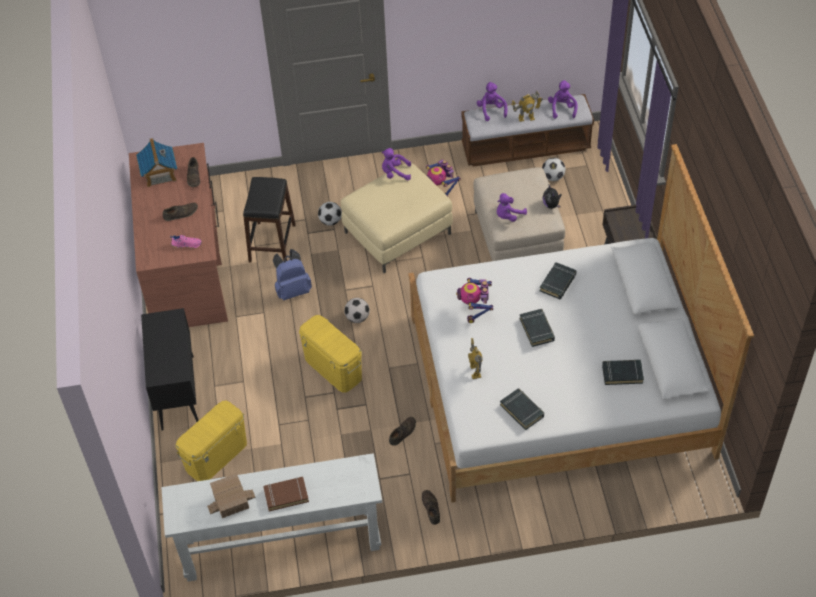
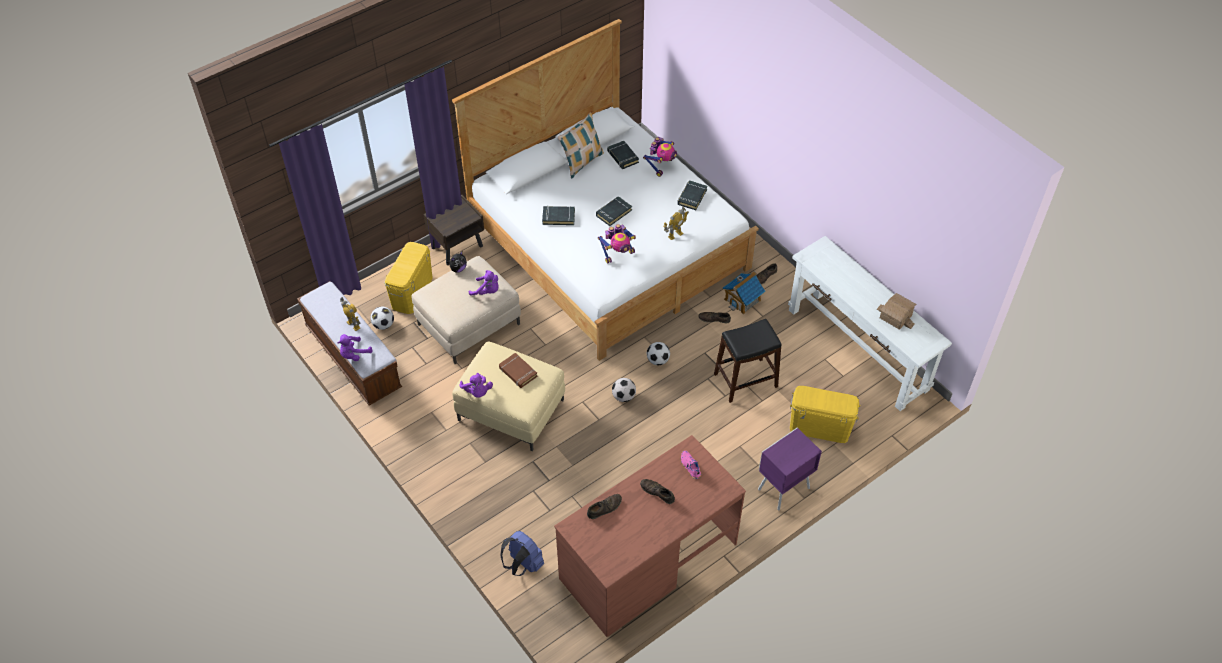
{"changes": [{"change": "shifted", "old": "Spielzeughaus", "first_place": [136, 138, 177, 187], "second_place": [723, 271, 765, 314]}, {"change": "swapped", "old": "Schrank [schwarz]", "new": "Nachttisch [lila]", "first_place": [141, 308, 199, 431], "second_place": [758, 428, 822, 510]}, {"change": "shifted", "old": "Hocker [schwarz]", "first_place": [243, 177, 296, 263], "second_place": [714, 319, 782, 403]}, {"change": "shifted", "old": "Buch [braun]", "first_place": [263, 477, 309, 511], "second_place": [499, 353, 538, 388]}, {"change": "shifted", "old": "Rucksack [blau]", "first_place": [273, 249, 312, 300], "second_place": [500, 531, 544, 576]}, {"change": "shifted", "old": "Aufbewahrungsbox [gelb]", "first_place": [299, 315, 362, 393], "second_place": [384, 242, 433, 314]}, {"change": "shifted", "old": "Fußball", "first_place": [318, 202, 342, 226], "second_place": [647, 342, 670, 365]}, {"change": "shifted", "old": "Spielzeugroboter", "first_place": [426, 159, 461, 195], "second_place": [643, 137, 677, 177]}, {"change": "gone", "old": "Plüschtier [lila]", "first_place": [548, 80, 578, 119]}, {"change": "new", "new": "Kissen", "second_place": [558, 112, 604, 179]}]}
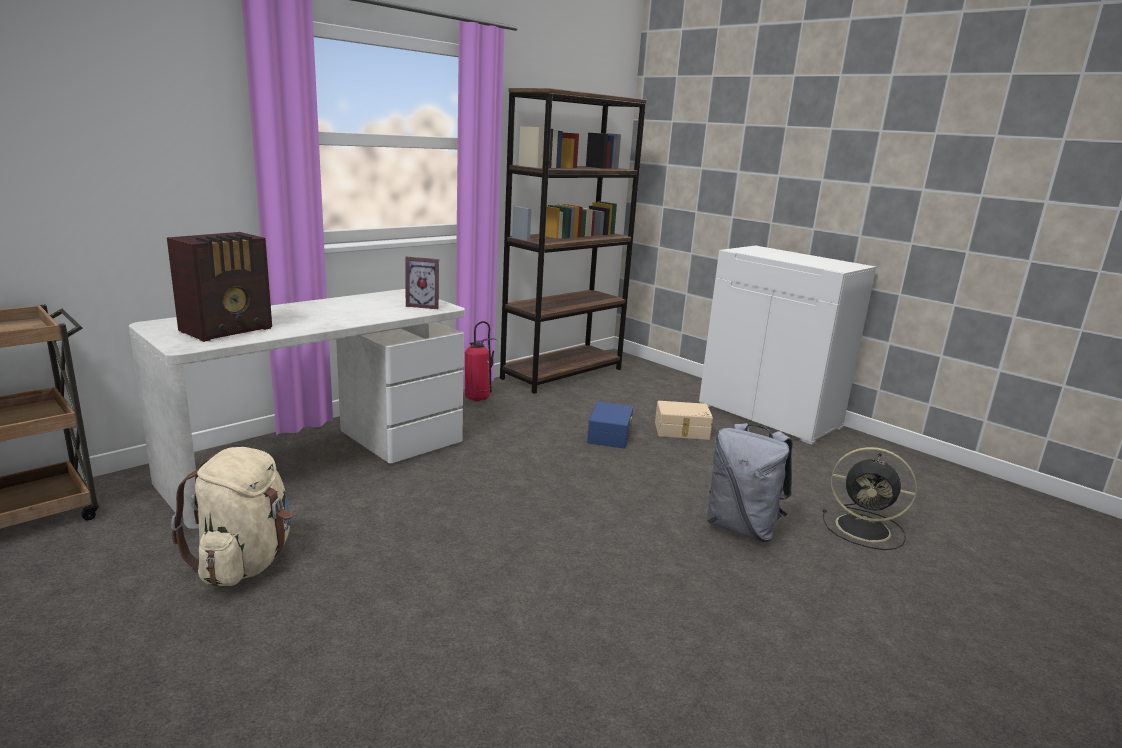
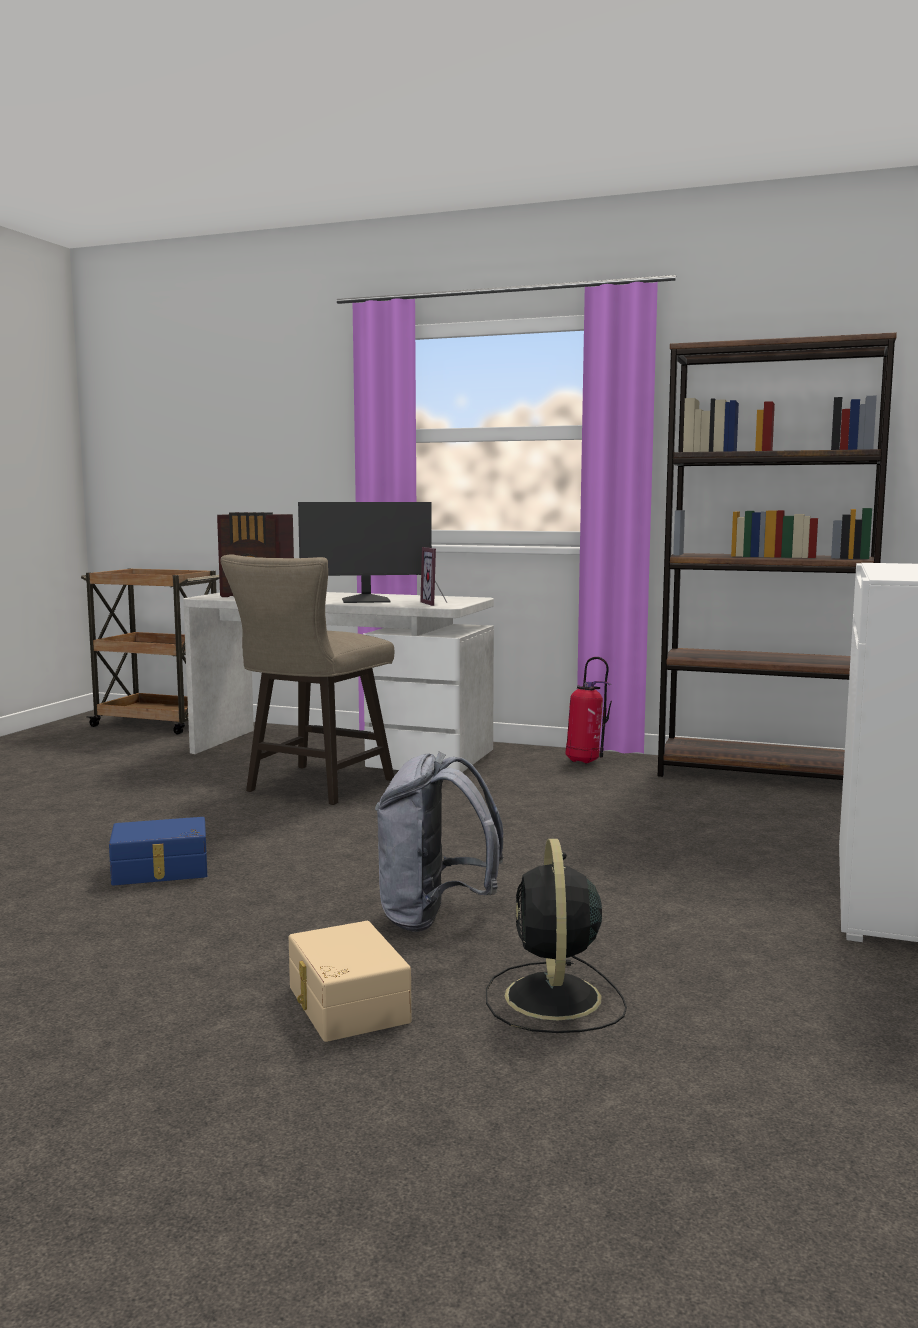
{"changes": [{"change": "gone", "old": "Rucksack [beige]", "first_place": [171, 447, 292, 587]}, {"change": "shifted", "old": "Aufbewahrungsbox [blau]", "first_place": [587, 402, 633, 449], "second_place": [109, 817, 207, 886]}, {"change": "shifted", "old": "Aufbewahrungsbox [beige]", "first_place": [655, 401, 713, 440], "second_place": [289, 921, 411, 1042]}, {"change": "new", "new": "Hocker [beige]", "second_place": [221, 554, 394, 805]}, {"change": "new", "new": "Monitor", "second_place": [298, 502, 432, 603]}]}
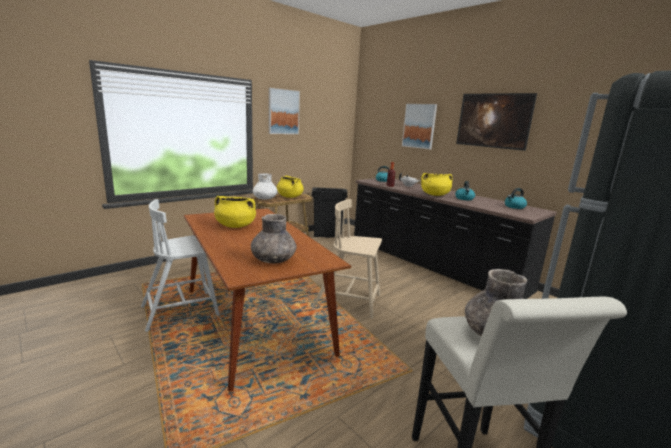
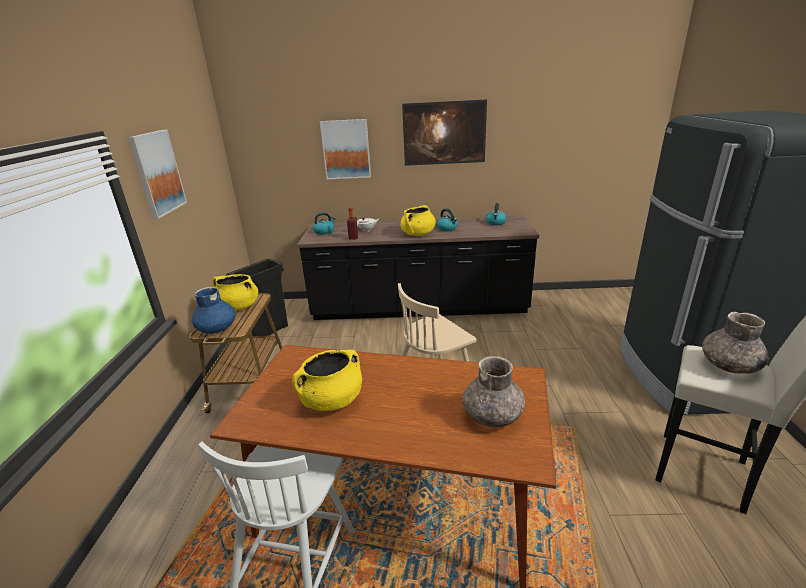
{"changes": [{"change": "repainted", "old": "Vase [weiß]", "new": "Vase [blau]", "first_place": [253, 173, 277, 200], "second_place": [192, 287, 236, 334]}]}
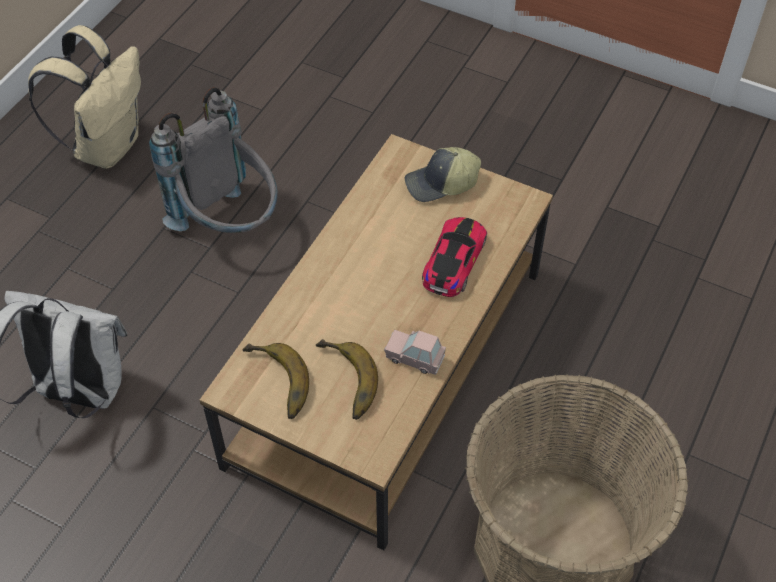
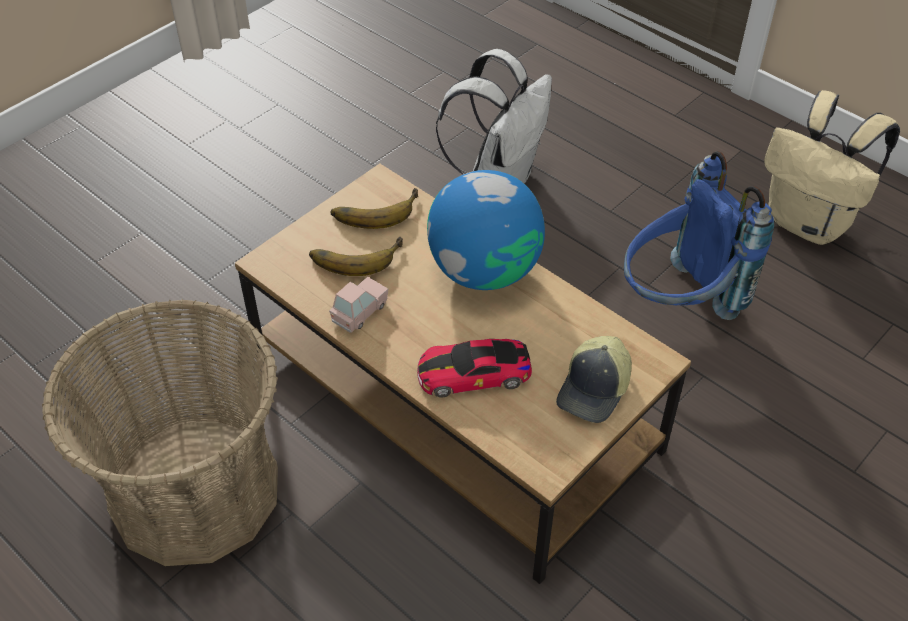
{"changes": [{"change": "repainted", "old": "Rucksack [grau]", "new": "Rucksack [blau]", "first_place": [149, 87, 278, 233], "second_place": [624, 151, 774, 320]}, {"change": "rotated", "old": "Kappe", "first_place": [405, 147, 481, 202], "second_place": [556, 336, 632, 423], "degrees": -150}, {"change": "rotated", "old": "Spielzeugauto", "first_place": [422, 217, 487, 297], "second_place": [417, 339, 532, 398], "degrees": 135}, {"change": "new", "new": "Globus", "second_place": [427, 170, 545, 290]}]}
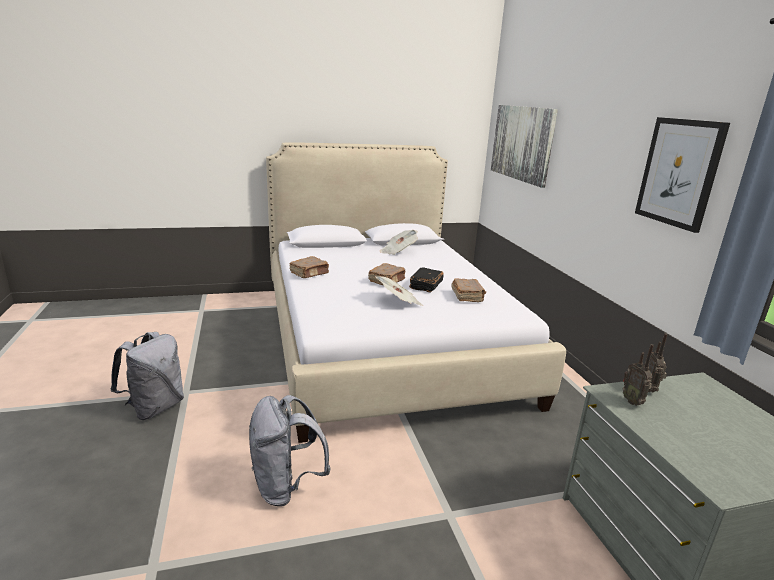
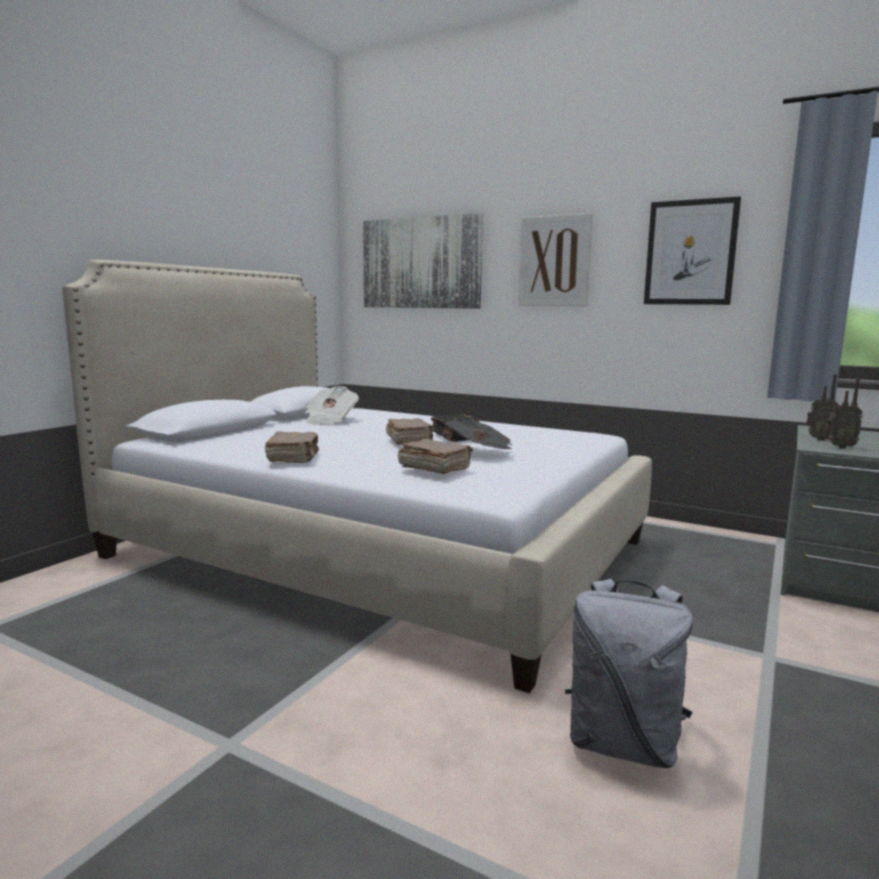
{"changes": [{"change": "gone", "old": "Rucksack [grau]", "first_place": [110, 332, 184, 420]}, {"change": "shifted", "old": "Buch [braun]", "first_place": [451, 278, 486, 302], "second_place": [398, 439, 473, 474]}, {"change": "new", "new": "Bild", "second_place": [518, 213, 593, 306]}]}
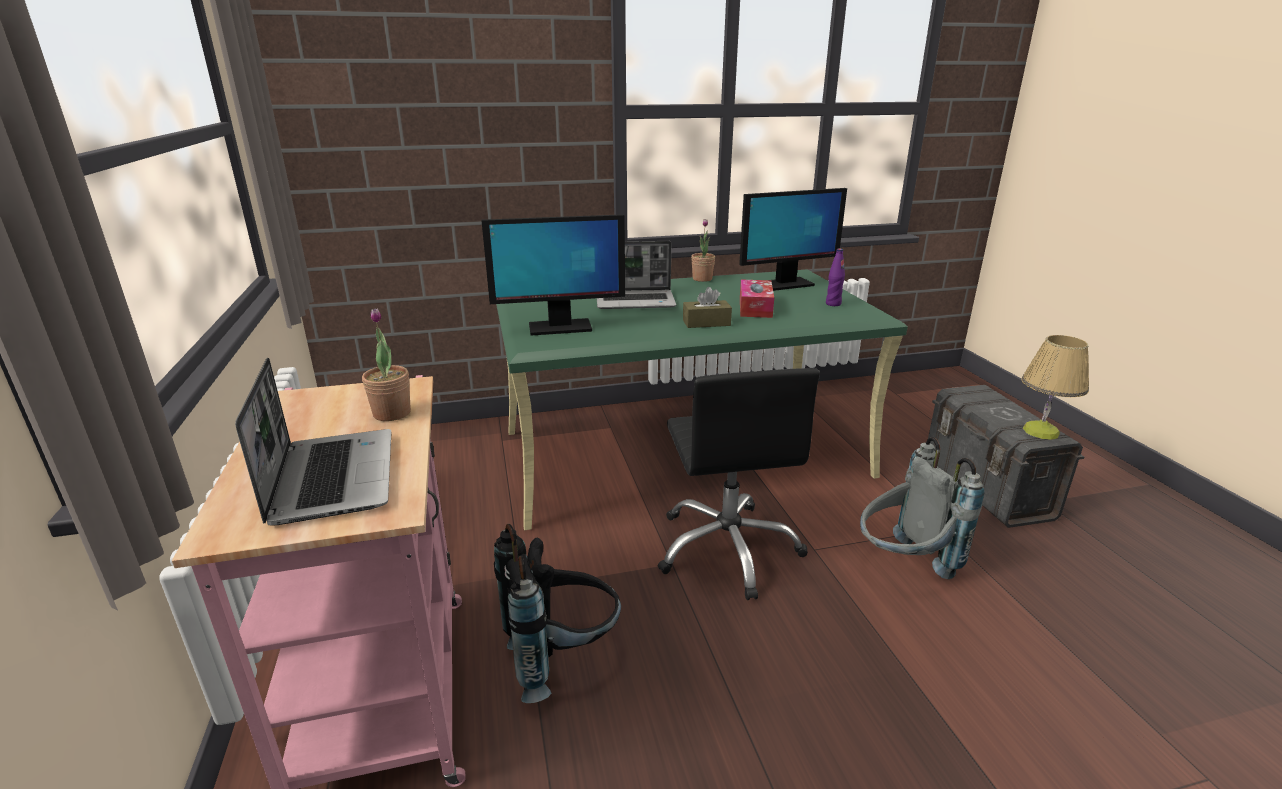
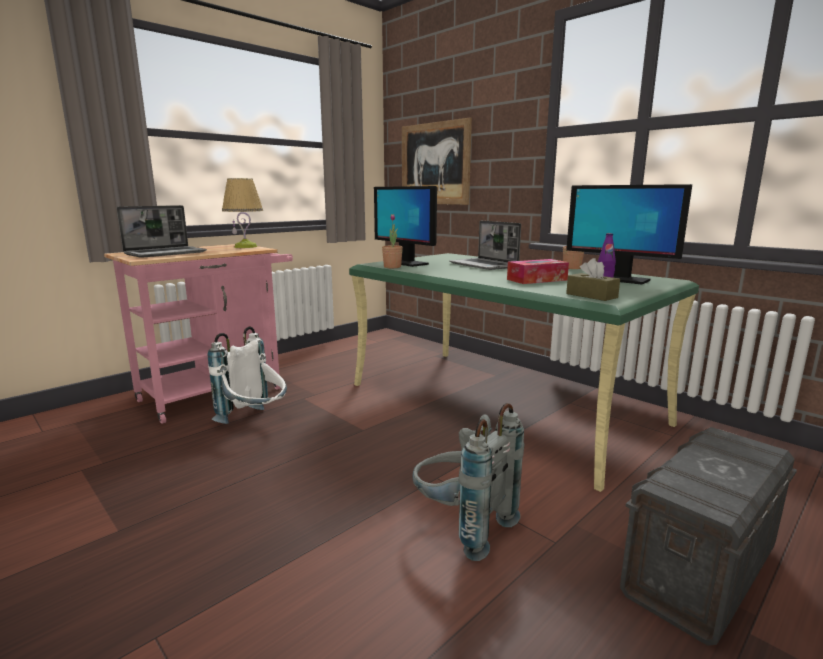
{"changes": [{"change": "shifted", "old": "Topfpflanze", "first_place": [362, 308, 411, 421], "second_place": [382, 214, 403, 268]}, {"change": "repainted", "old": "Rucksack [schwarz]", "new": "Rucksack [weiß]", "first_place": [494, 524, 621, 703], "second_place": [208, 326, 287, 424]}, {"change": "gone", "old": "Bürostuhl [schwarz]", "first_place": [658, 368, 820, 600]}, {"change": "shifted", "old": "Taschentuchbox [braun]", "first_place": [683, 287, 732, 328], "second_place": [566, 258, 620, 301]}, {"change": "shifted", "old": "Tischlampe", "first_place": [1022, 335, 1089, 440], "second_place": [222, 178, 263, 248]}, {"change": "new", "new": "Bild", "second_place": [402, 117, 472, 205]}]}
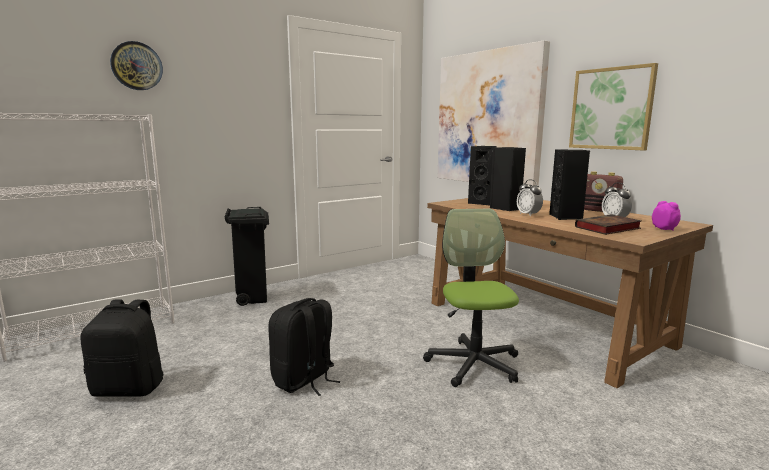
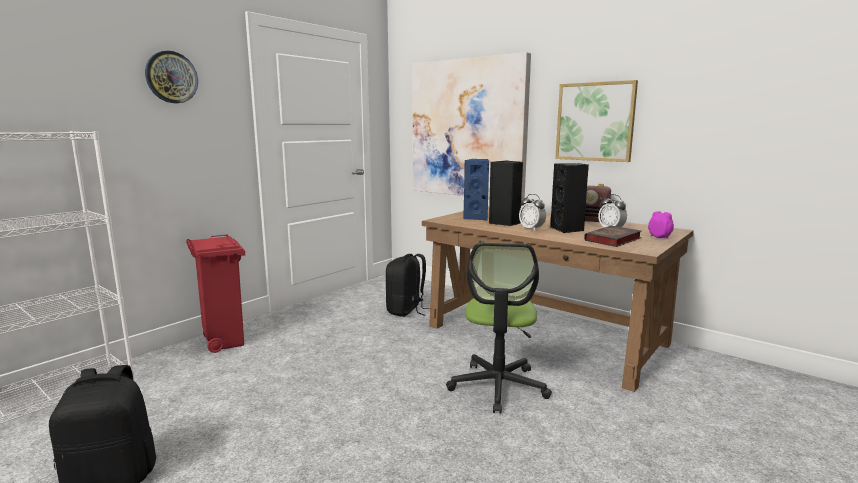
{"changes": [{"change": "shifted", "old": "Wanduhr", "first_place": [110, 41, 163, 90], "second_place": [145, 51, 198, 103]}, {"change": "repainted", "old": "Mülleimer [schwarz]", "new": "Mülleimer [rot]", "first_place": [225, 207, 269, 306], "second_place": [186, 234, 245, 353]}, {"change": "shifted", "old": "Rucksack [schwarz]", "first_place": [268, 298, 341, 396], "second_place": [386, 254, 430, 317]}, {"change": "rotated", "old": "Bürostuhl", "first_place": [423, 209, 519, 387], "second_place": [446, 243, 552, 414], "degrees": -150}, {"change": "repainted", "old": "Lautsprecher [schwarz]", "new": "Lautsprecher [blau]", "first_place": [468, 146, 497, 205], "second_place": [463, 159, 489, 220]}]}
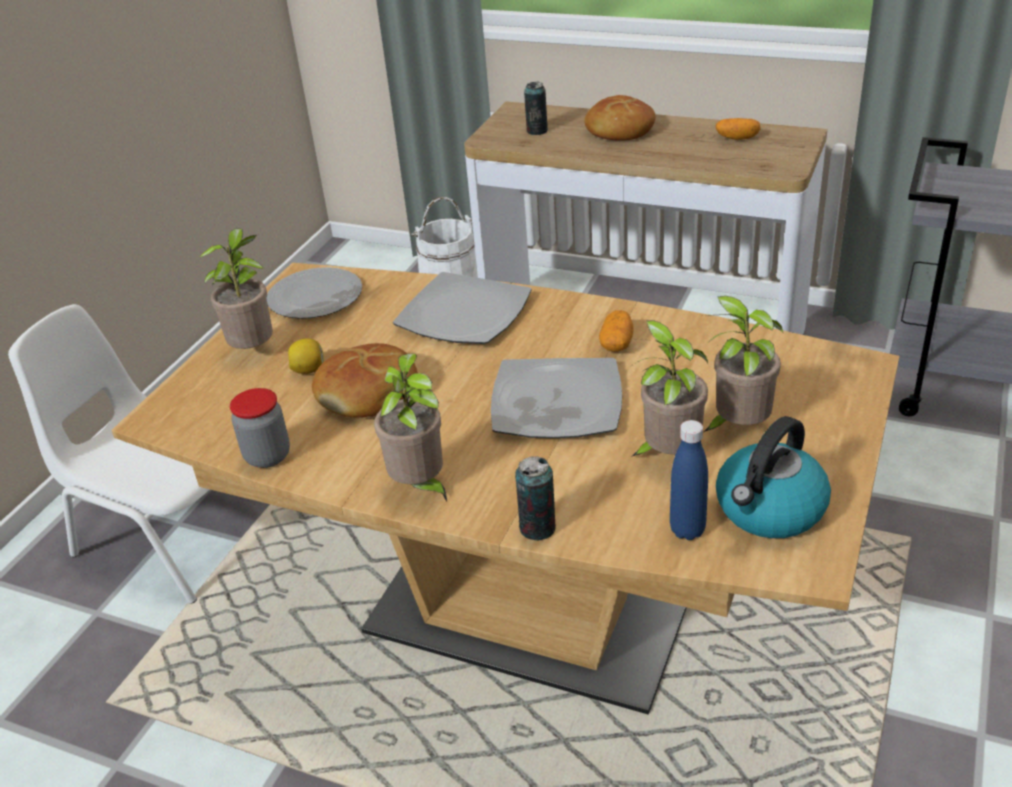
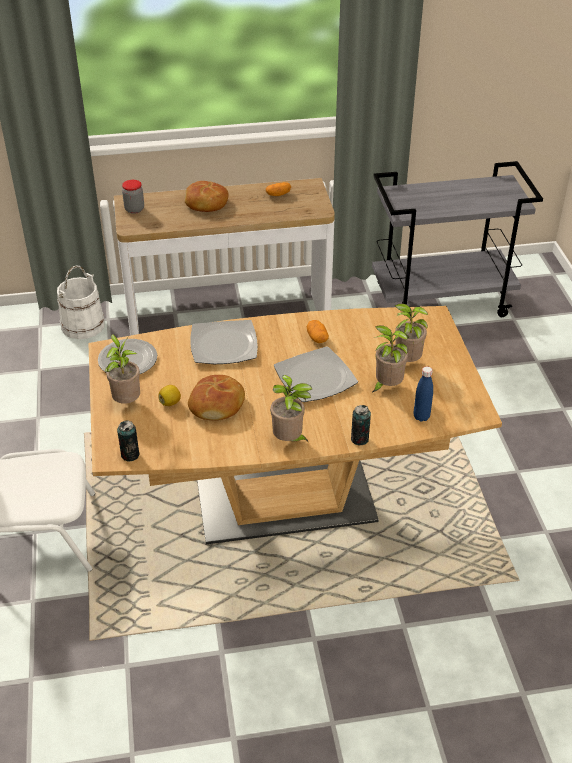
{"changes": [{"change": "shifted", "old": "Vorratsglas", "first_place": [230, 388, 290, 468], "second_place": [122, 180, 144, 214]}, {"change": "shifted", "old": "Dose", "first_place": [524, 82, 548, 135], "second_place": [117, 420, 139, 461]}, {"change": "gone", "old": "Wasserkessel", "first_place": [716, 416, 831, 538]}]}
